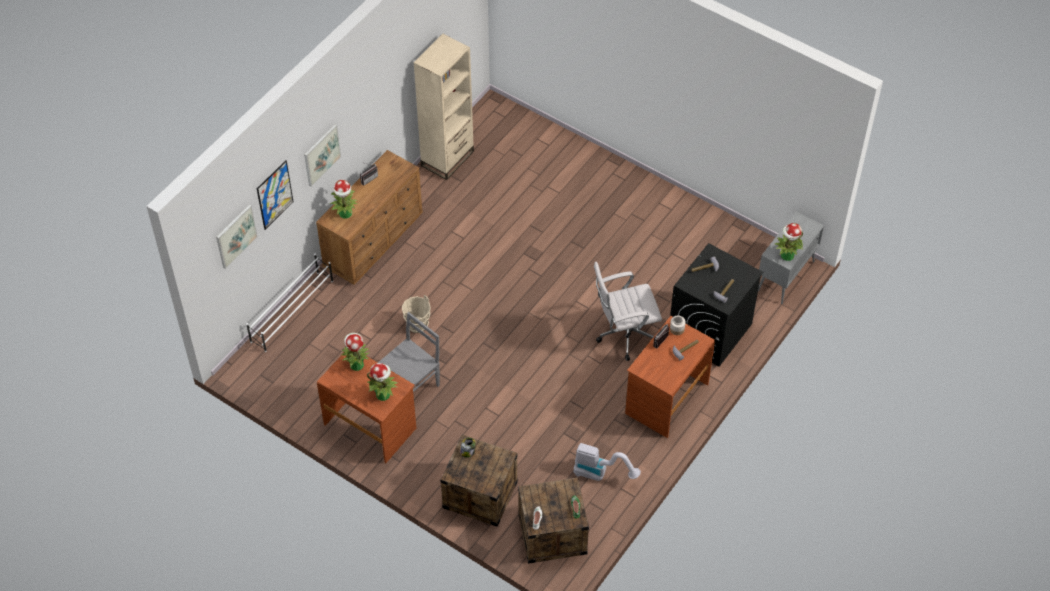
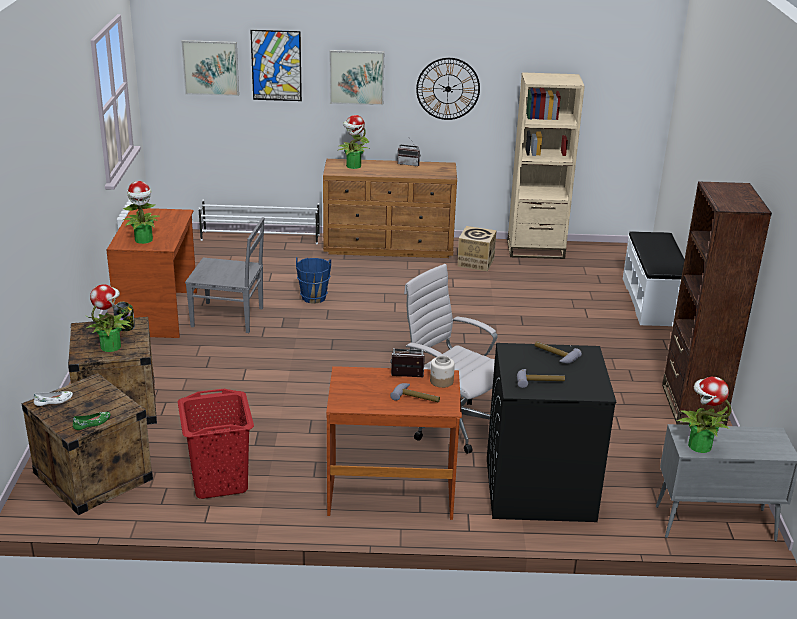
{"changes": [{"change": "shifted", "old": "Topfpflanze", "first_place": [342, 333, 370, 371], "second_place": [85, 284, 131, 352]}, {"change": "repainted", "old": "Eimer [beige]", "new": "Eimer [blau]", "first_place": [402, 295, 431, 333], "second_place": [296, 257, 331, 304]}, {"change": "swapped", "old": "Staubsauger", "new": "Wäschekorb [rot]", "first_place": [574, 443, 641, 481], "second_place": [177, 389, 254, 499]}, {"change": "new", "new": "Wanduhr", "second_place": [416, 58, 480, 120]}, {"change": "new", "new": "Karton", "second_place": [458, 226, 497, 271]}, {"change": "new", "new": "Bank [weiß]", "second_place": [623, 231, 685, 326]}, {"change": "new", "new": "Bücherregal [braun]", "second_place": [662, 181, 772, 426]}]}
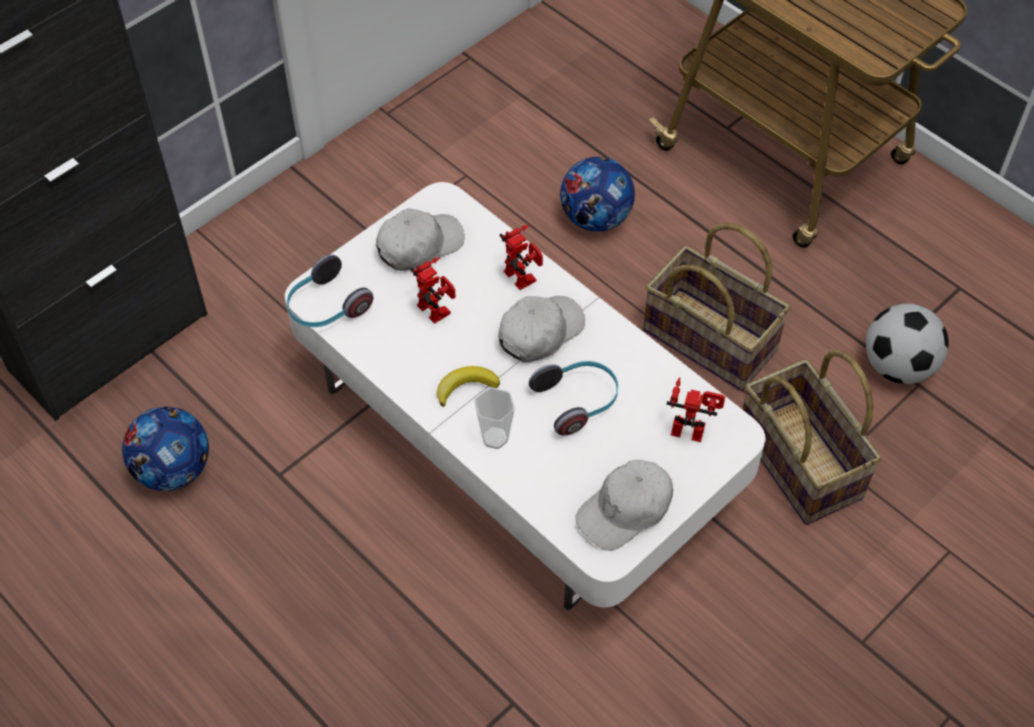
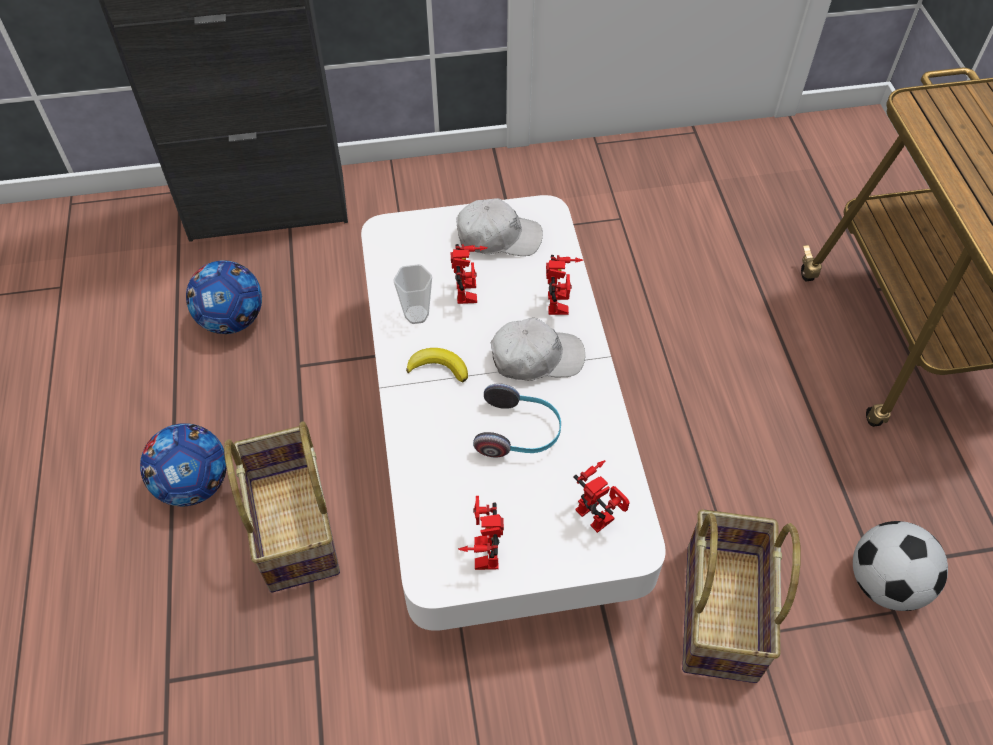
{"changes": [{"change": "gone", "old": "Kopfhörer", "first_place": [287, 255, 373, 327]}, {"change": "shifted", "old": "Tasse", "first_place": [474, 387, 515, 449], "second_place": [393, 264, 432, 324]}, {"change": "shifted", "old": "Fußball", "first_place": [560, 157, 635, 232], "second_place": [140, 423, 227, 506]}, {"change": "swapped", "old": "Kappe [weiß]", "new": "Spielzeugroboter", "first_place": [575, 460, 673, 551], "second_place": [458, 496, 504, 570]}, {"change": "shifted", "old": "Korb", "first_place": [643, 223, 791, 391], "second_place": [224, 421, 340, 592]}]}
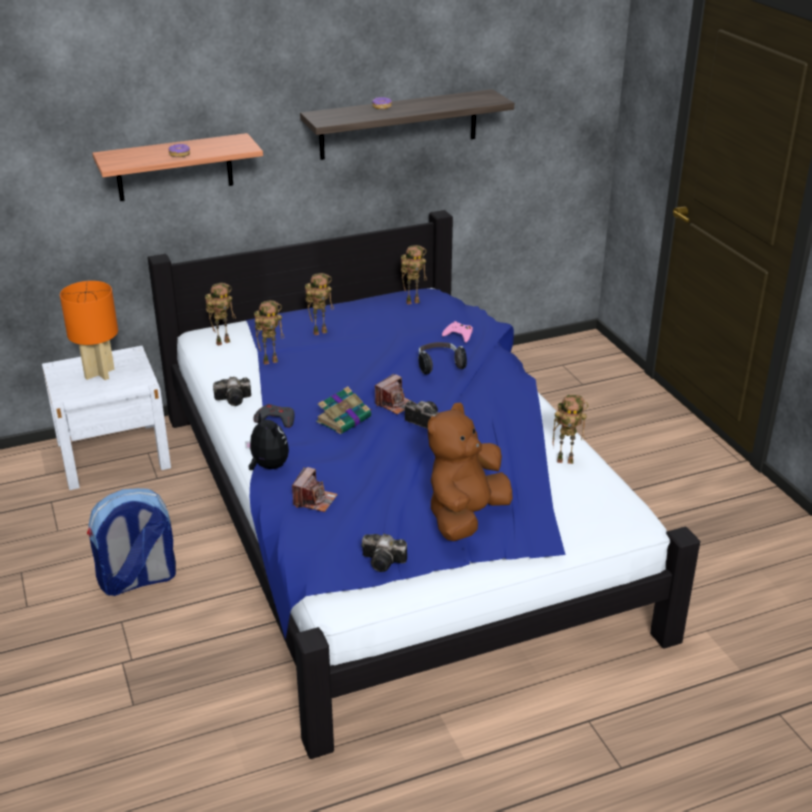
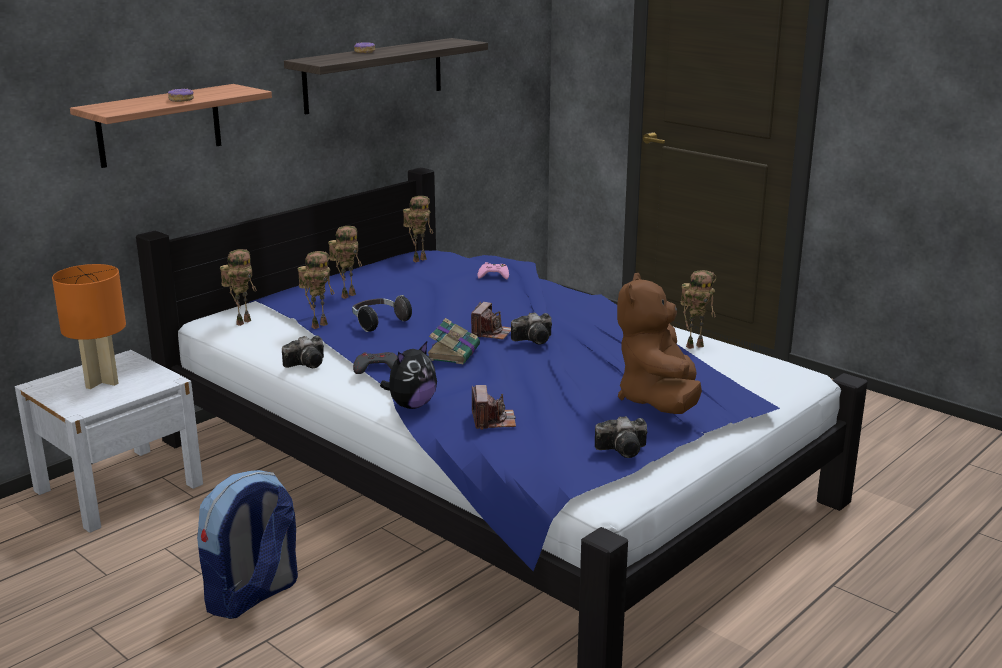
{"changes": [{"change": "rotated", "old": "Plüschtier", "first_place": [245, 413, 289, 470], "second_place": [380, 341, 437, 409], "degrees": 105}, {"change": "rotated", "old": "Kamera", "first_place": [405, 401, 438, 429], "second_place": [511, 312, 552, 344], "degrees": 150}, {"change": "shifted", "old": "Kopfhörer", "first_place": [418, 342, 467, 374], "second_place": [352, 295, 412, 332]}]}
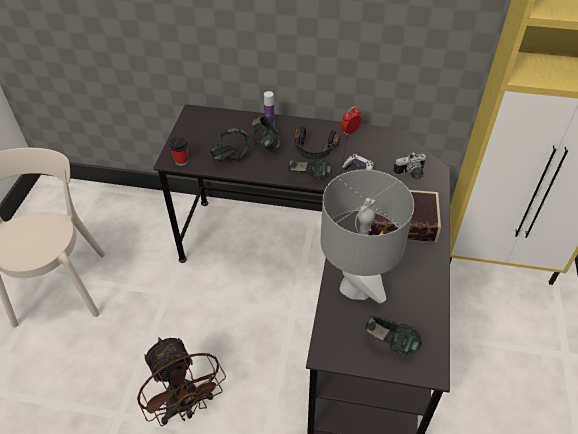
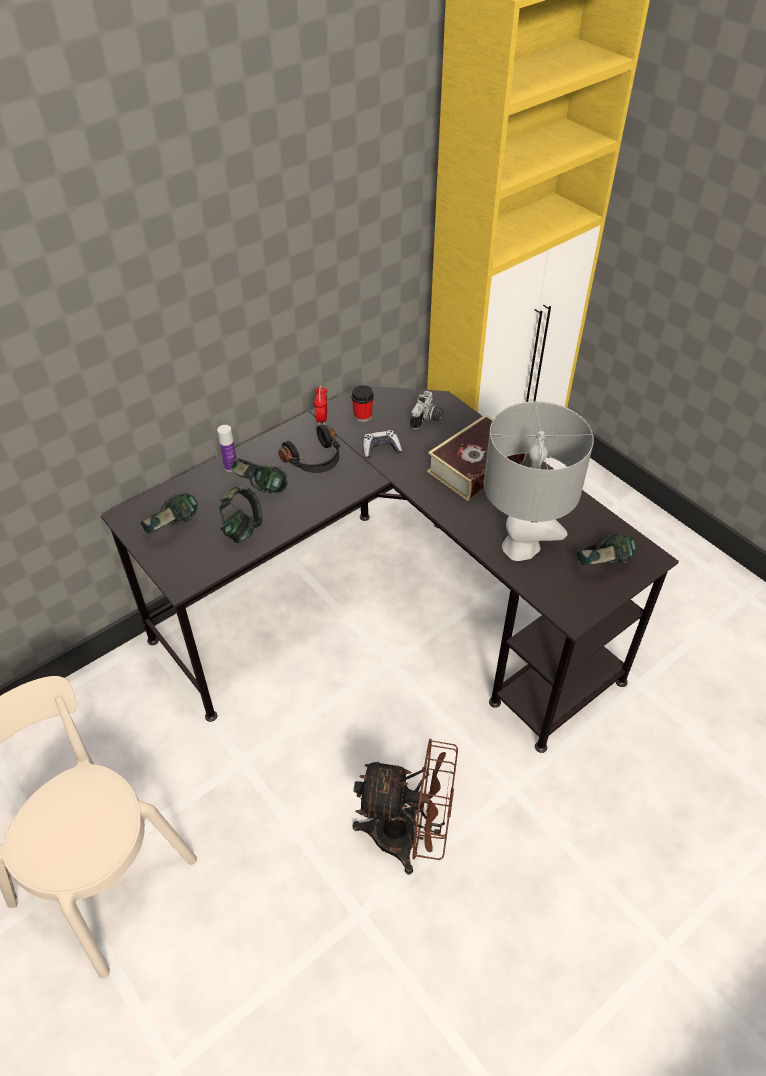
{"changes": [{"change": "shifted", "old": "Tasse", "first_place": [169, 137, 189, 166], "second_place": [351, 385, 374, 422]}, {"change": "shifted", "old": "Kopfhörer", "first_place": [288, 159, 332, 180], "second_place": [141, 493, 198, 534]}]}
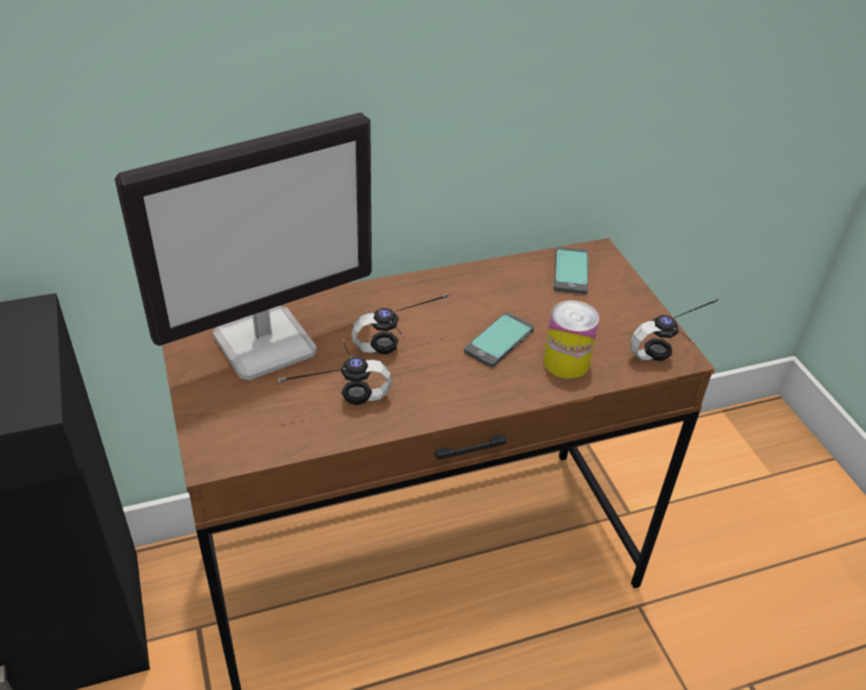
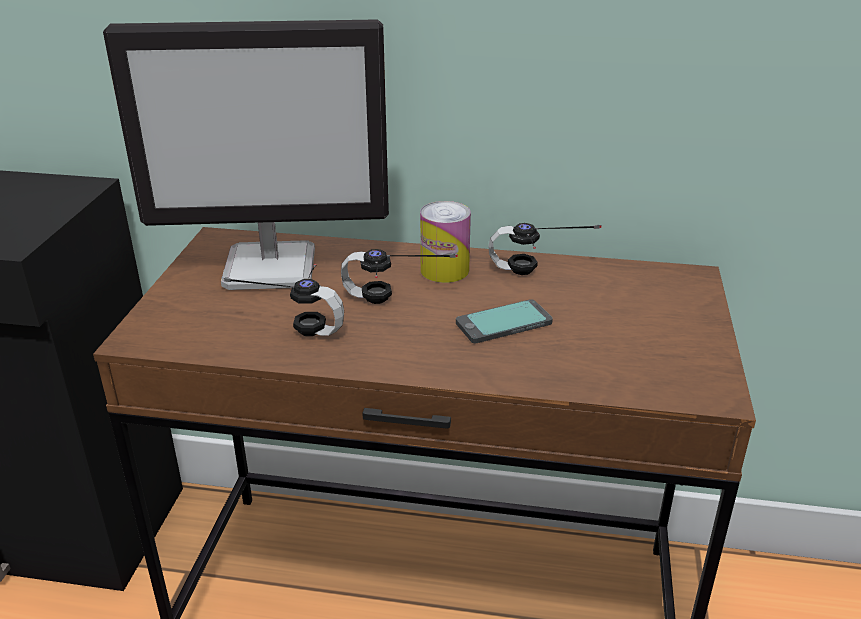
{"changes": [{"change": "shifted", "old": "Dose", "first_place": [543, 300, 600, 379], "second_place": [420, 201, 471, 283]}, {"change": "gone", "old": "Handy", "first_place": [554, 247, 589, 294]}, {"change": "shifted", "old": "Kopfhörer", "first_place": [631, 298, 719, 361], "second_place": [488, 223, 602, 275]}]}
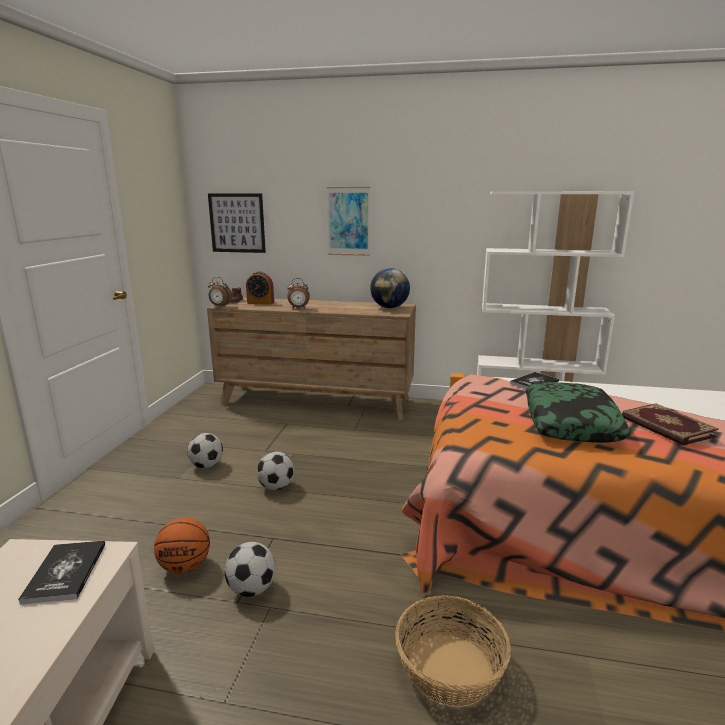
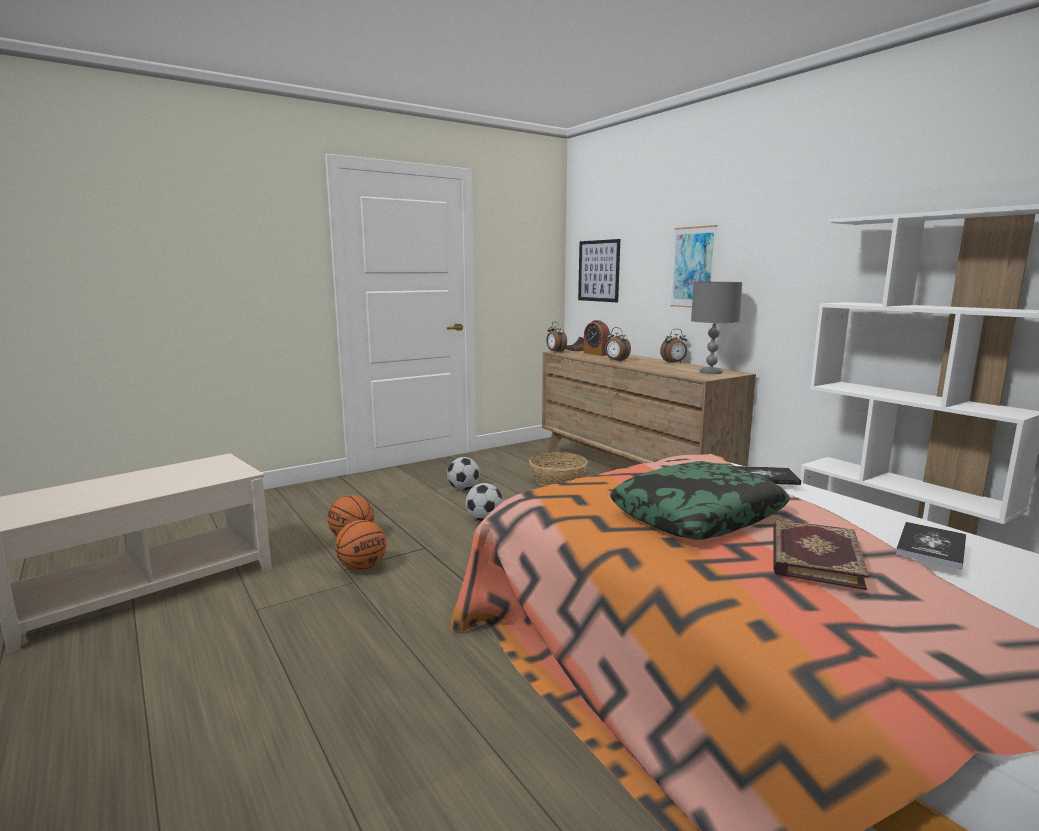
{"changes": [{"change": "shifted", "old": "Buch", "first_place": [18, 541, 105, 605], "second_place": [896, 522, 966, 570]}, {"change": "swapped", "old": "Fußball", "new": "Basketball", "first_place": [225, 542, 276, 597], "second_place": [335, 520, 386, 571]}, {"change": "swapped", "old": "Globus", "new": "Tischlampe [grau]", "first_place": [370, 268, 410, 308], "second_place": [691, 282, 742, 374]}, {"change": "shifted", "old": "Korb", "first_place": [395, 595, 511, 707], "second_place": [529, 452, 588, 486]}, {"change": "new", "new": "Wecker", "second_place": [660, 329, 687, 364]}]}
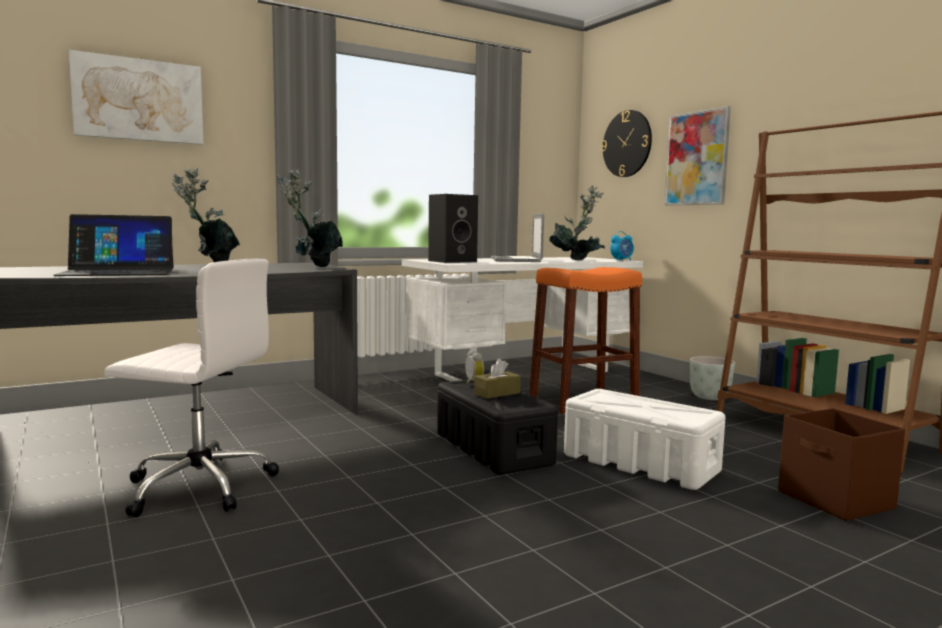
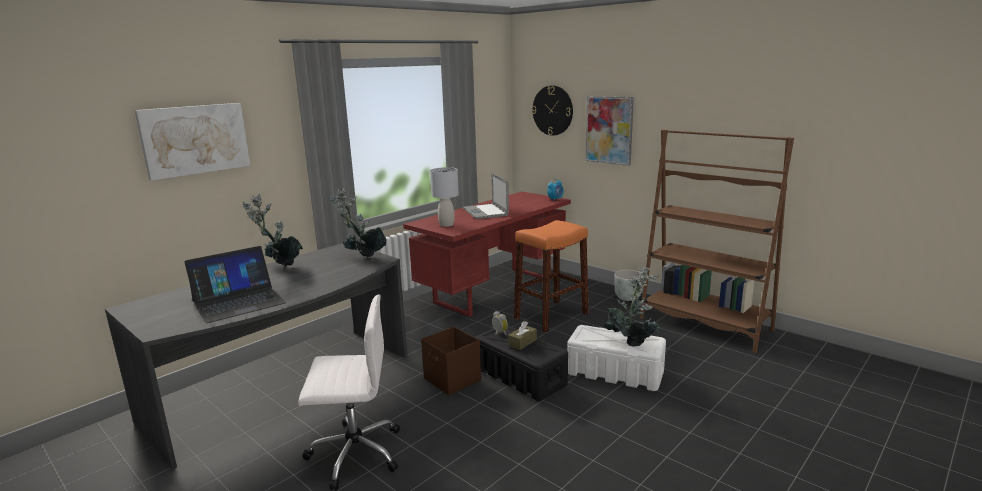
{"changes": [{"change": "repainted", "old": "Schreibtisch [weiß]", "new": "Schreibtisch [rot]", "first_place": [402, 257, 643, 381], "second_place": [403, 192, 571, 317]}, {"change": "swapped", "old": "Lautsprecher [schwarz]", "new": "Tischlampe [grau]", "first_place": [428, 194, 478, 263], "second_place": [430, 167, 459, 227]}, {"change": "shifted", "old": "Topfpflanze", "first_place": [549, 186, 605, 261], "second_place": [603, 267, 662, 347]}, {"change": "shifted", "old": "Aufbewahrungsbox [braun]", "first_place": [778, 408, 905, 521], "second_place": [421, 326, 481, 395]}]}
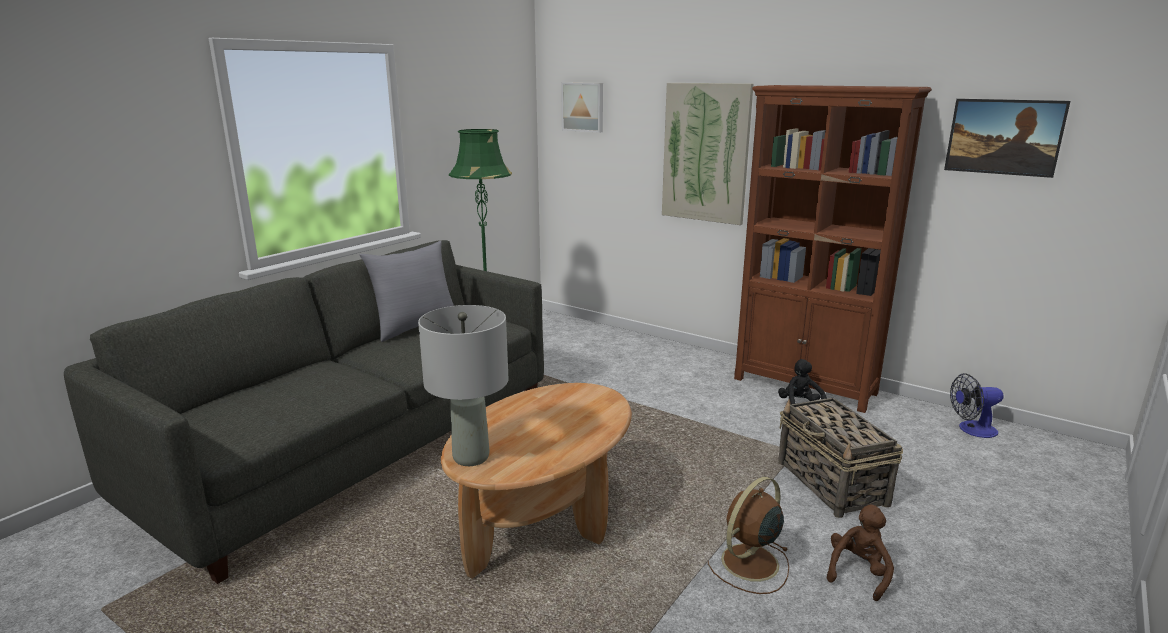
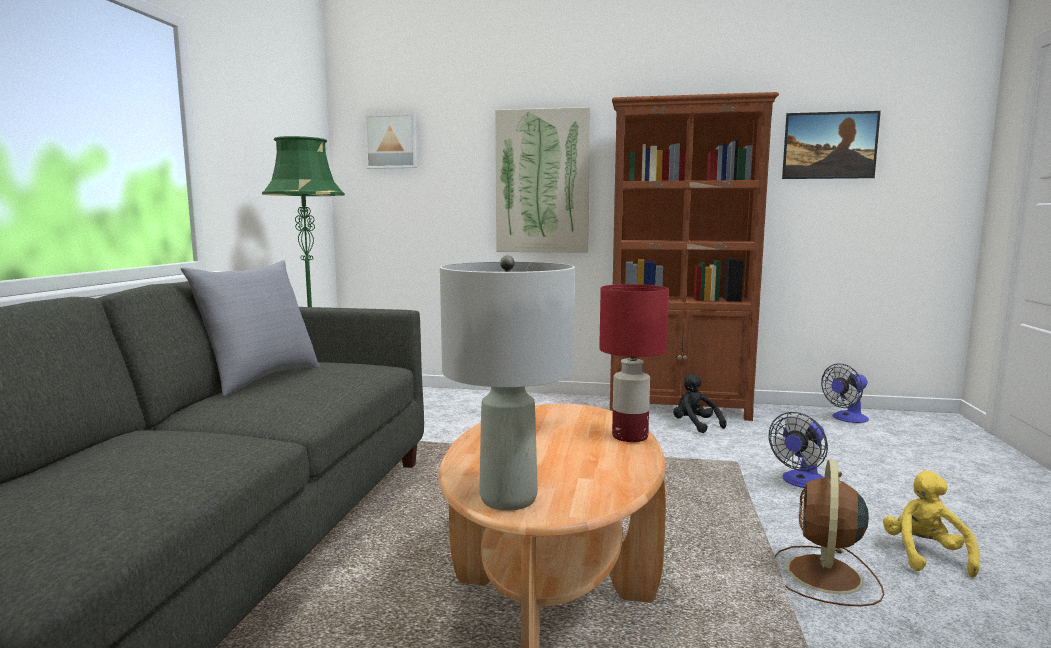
{"changes": [{"change": "swapped", "old": "Korb", "new": "Ventilator", "first_place": [778, 398, 903, 518], "second_place": [769, 412, 828, 488]}, {"change": "repainted", "old": "Plüschtier [braun]", "new": "Plüschtier [gelb]", "first_place": [827, 505, 894, 601], "second_place": [883, 470, 979, 578]}, {"change": "new", "new": "Tischlampe [rot]", "second_place": [599, 284, 669, 442]}]}
